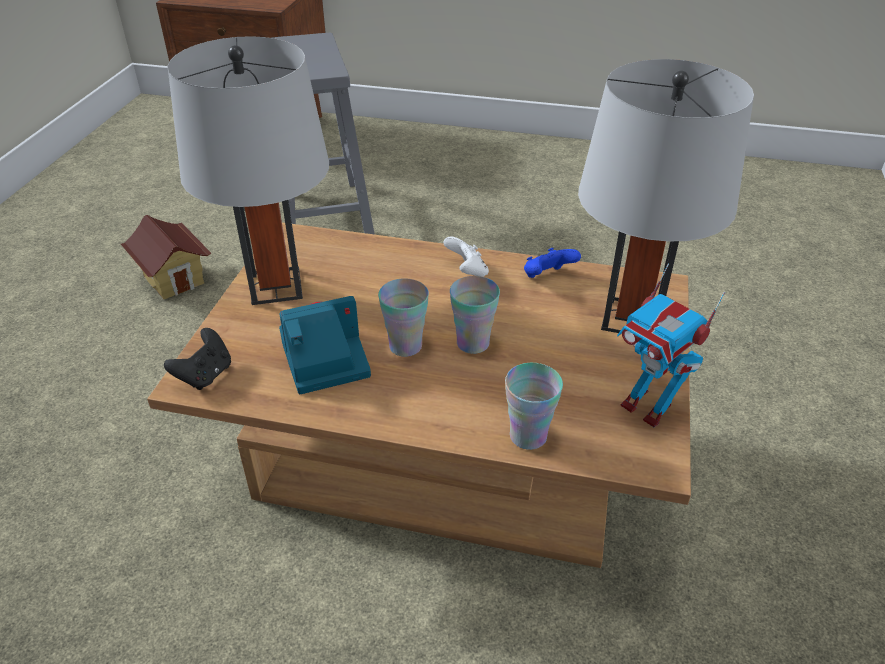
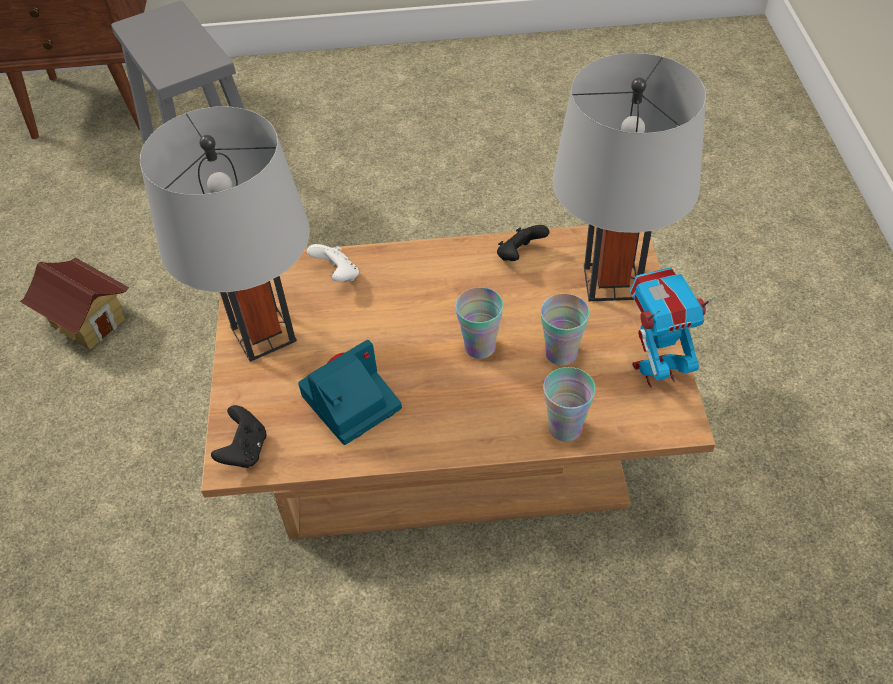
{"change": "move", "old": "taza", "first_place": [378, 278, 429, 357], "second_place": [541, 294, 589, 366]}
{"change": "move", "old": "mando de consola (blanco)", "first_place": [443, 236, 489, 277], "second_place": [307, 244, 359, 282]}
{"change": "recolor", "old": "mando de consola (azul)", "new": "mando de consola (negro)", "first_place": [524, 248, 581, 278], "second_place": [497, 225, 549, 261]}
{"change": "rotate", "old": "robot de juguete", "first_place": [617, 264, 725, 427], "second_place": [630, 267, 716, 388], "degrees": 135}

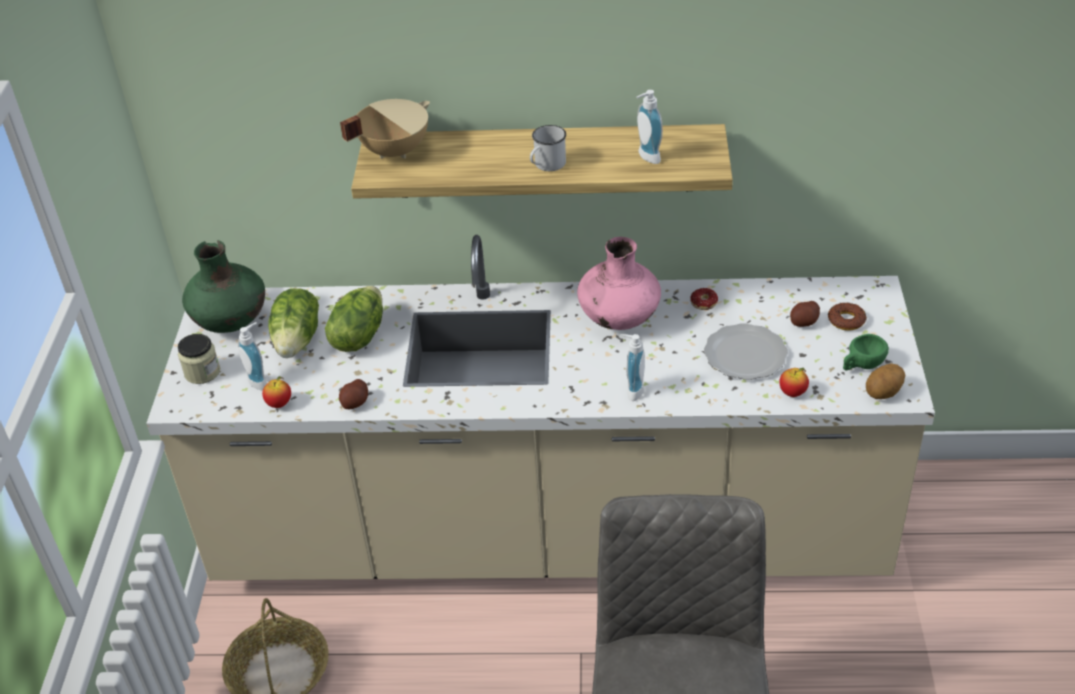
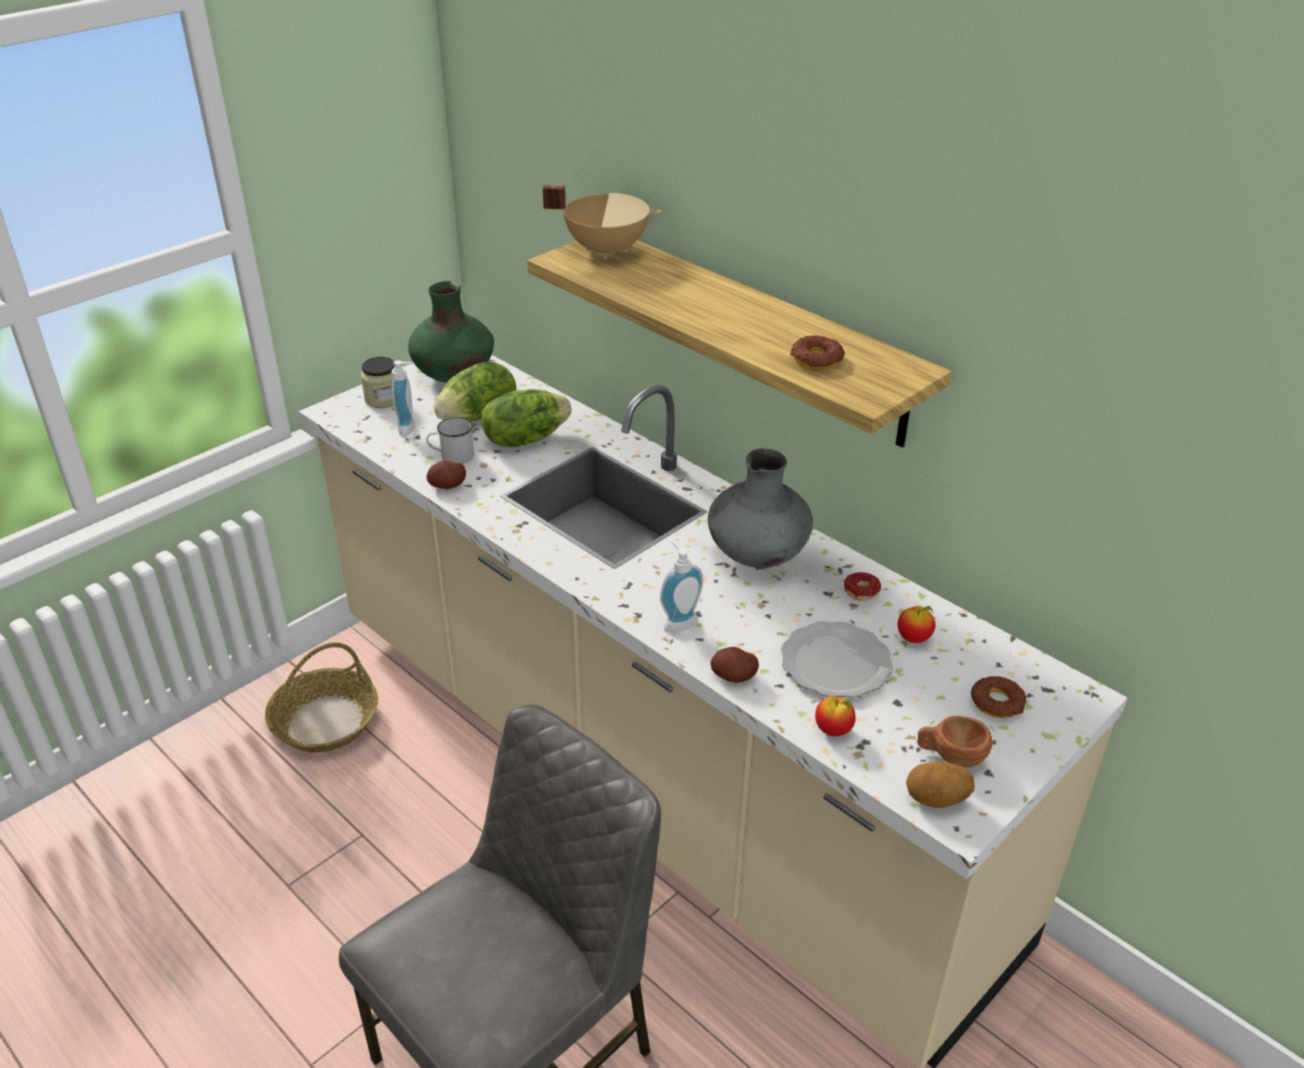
{"change": "move", "old": "manzana", "first_place": [262, 376, 291, 408], "second_place": [898, 606, 936, 643]}
{"change": "move", "old": "taza grande (blanco)", "first_place": [530, 125, 566, 171], "second_place": [426, 417, 474, 464]}
{"change": "recolor", "old": "florero (rosa)", "new": "florero (gris)", "first_place": [577, 237, 661, 330], "second_place": [708, 449, 813, 568]}
{"change": "replace", "old": "dispensador de jabón", "new": "rosquilla", "first_place": [637, 90, 663, 164], "second_place": [790, 335, 845, 369]}
{"change": "move", "old": "patata", "first_place": [790, 301, 820, 327], "second_place": [710, 647, 759, 682]}
{"change": "recolor", "old": "taza (verde)", "new": "taza (marrón)", "first_place": [843, 334, 889, 370], "second_place": [917, 716, 992, 768]}

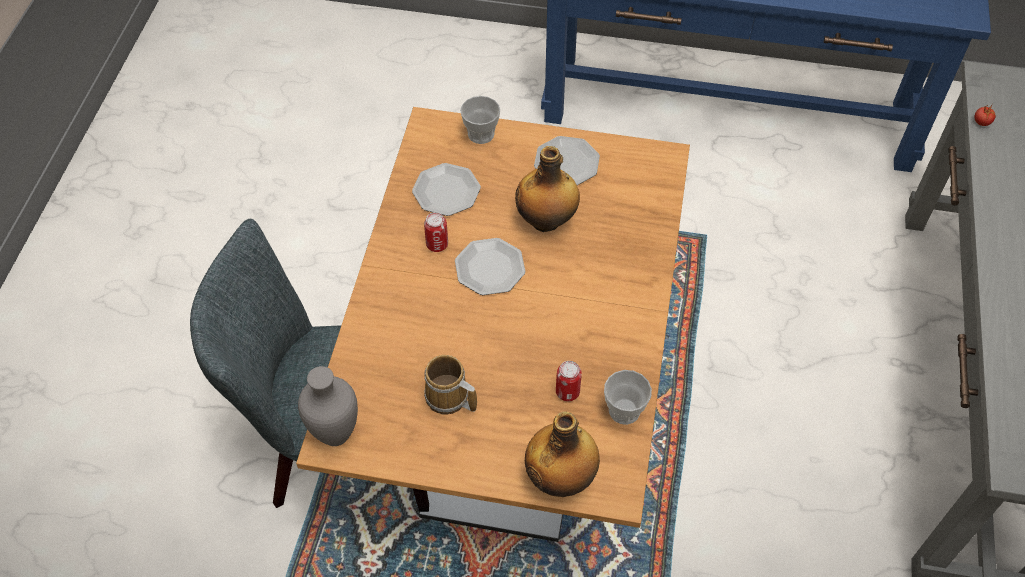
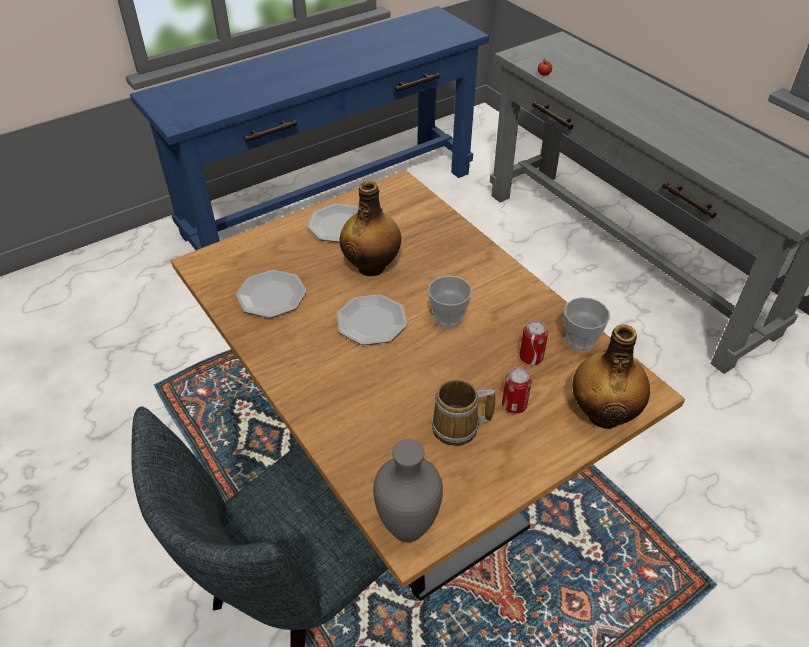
{"change": "move", "old": "lata", "first_place": [424, 212, 448, 252], "second_place": [502, 367, 532, 414]}
{"change": "move", "old": "taza", "first_place": [460, 96, 500, 144], "second_place": [428, 276, 472, 328]}

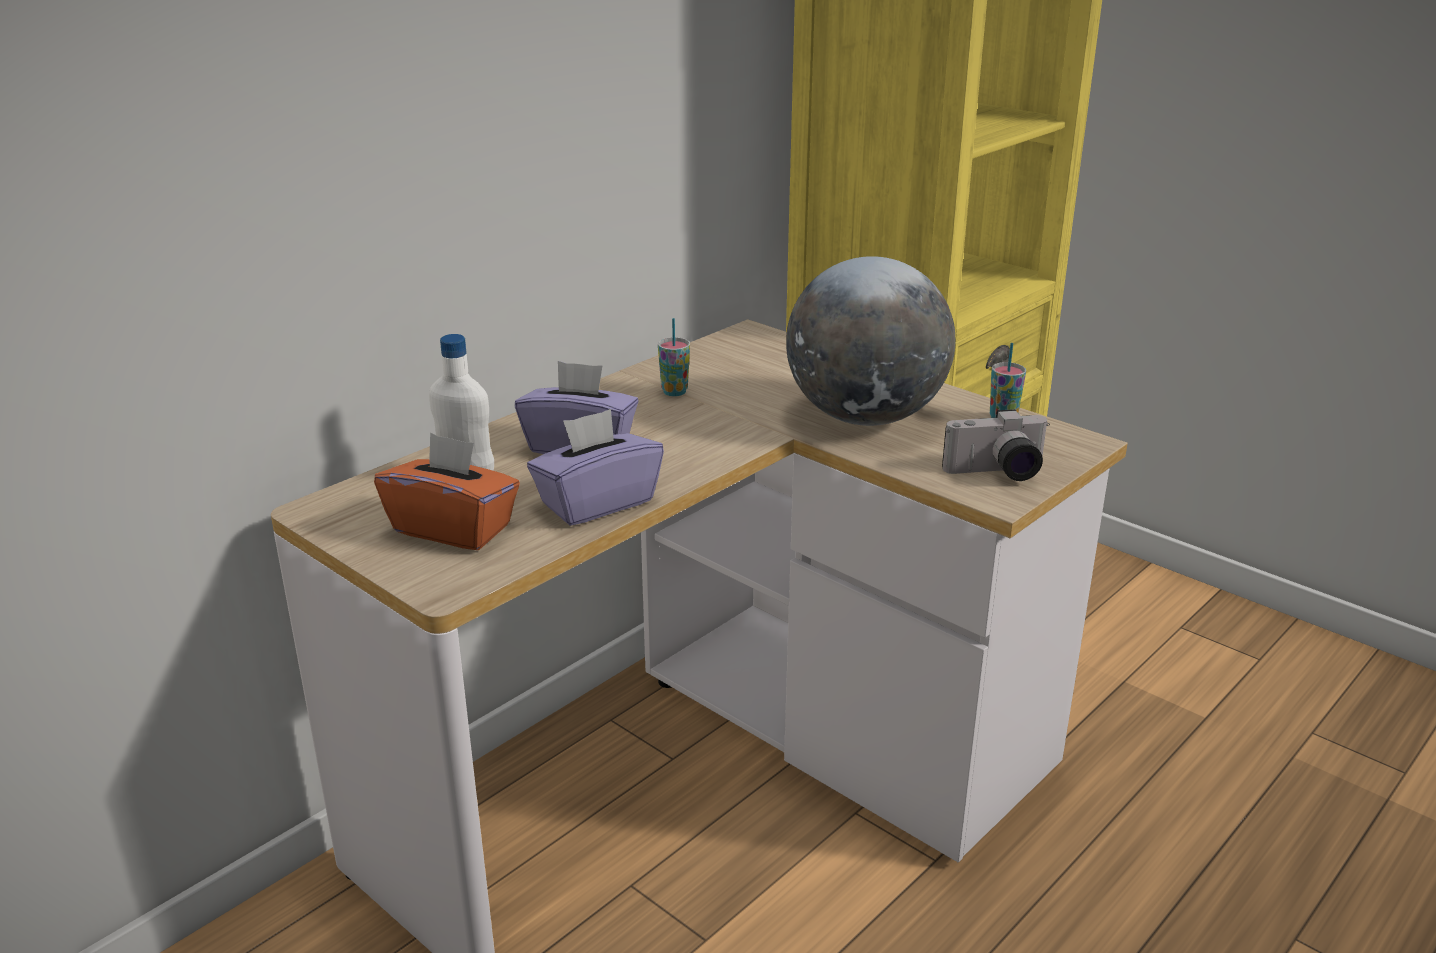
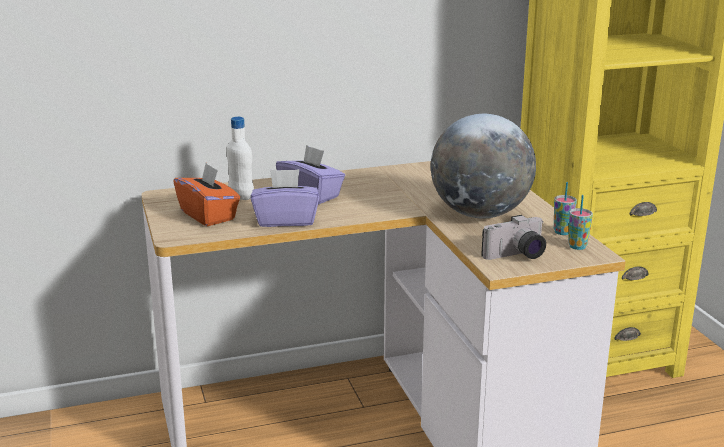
{"change": "move", "old": "taza", "first_place": [658, 318, 690, 396], "second_place": [568, 195, 593, 250]}
{"change": "rotate", "old": "cámara", "first_place": [942, 409, 1050, 481], "second_place": [481, 215, 546, 260], "degrees": -45}

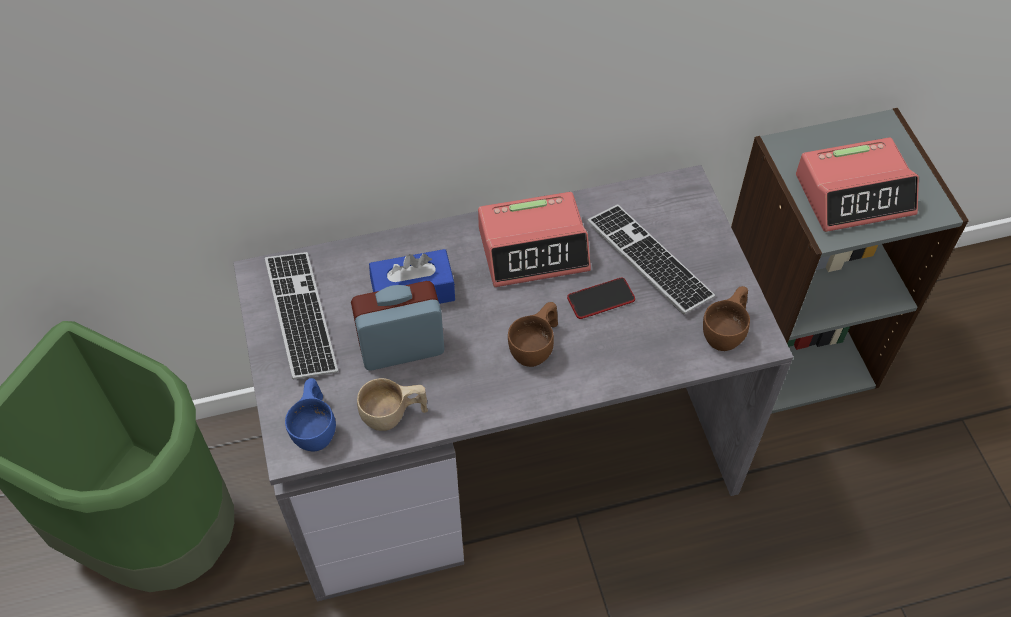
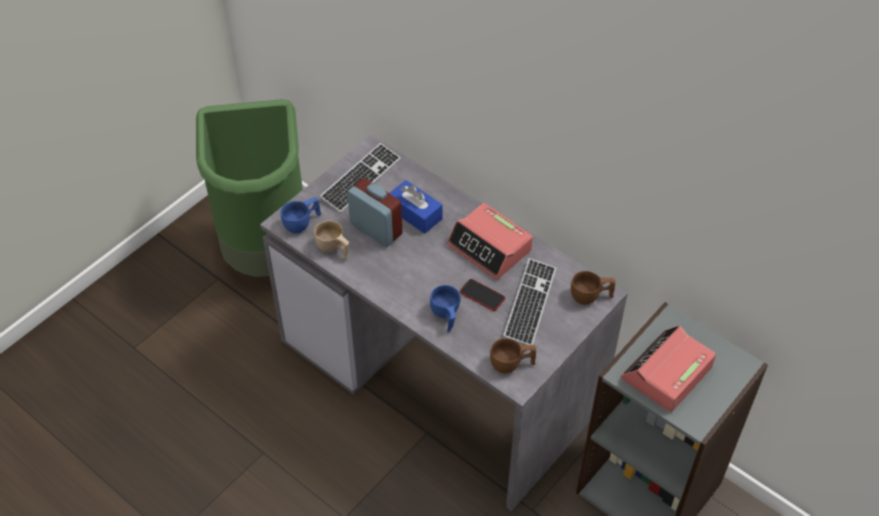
{"change": "move", "old": "taza (marrón)", "first_place": [508, 302, 558, 367], "second_place": [571, 271, 615, 305]}
{"change": "rotate", "old": "despertador", "first_place": [796, 137, 919, 232], "second_place": [621, 326, 716, 412], "degrees": 90}
{"change": "insert", "new": "taza (azul)", "second_place": [430, 285, 461, 332]}

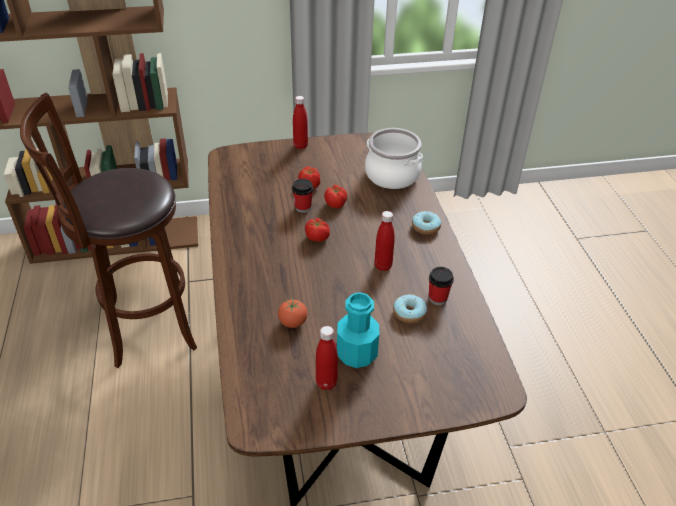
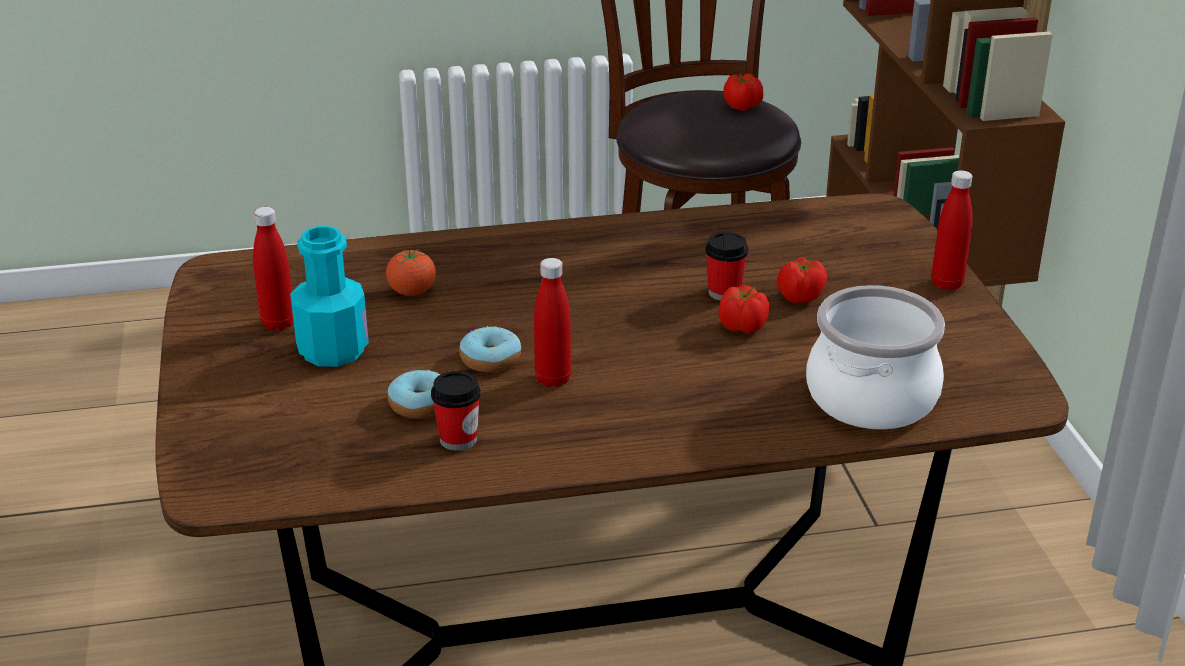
{"change": "move", "old": "tomate", "first_place": [305, 218, 330, 242], "second_place": [723, 73, 764, 111]}
{"change": "move", "old": "rosquilla", "first_place": [412, 211, 441, 235], "second_place": [459, 326, 521, 373]}

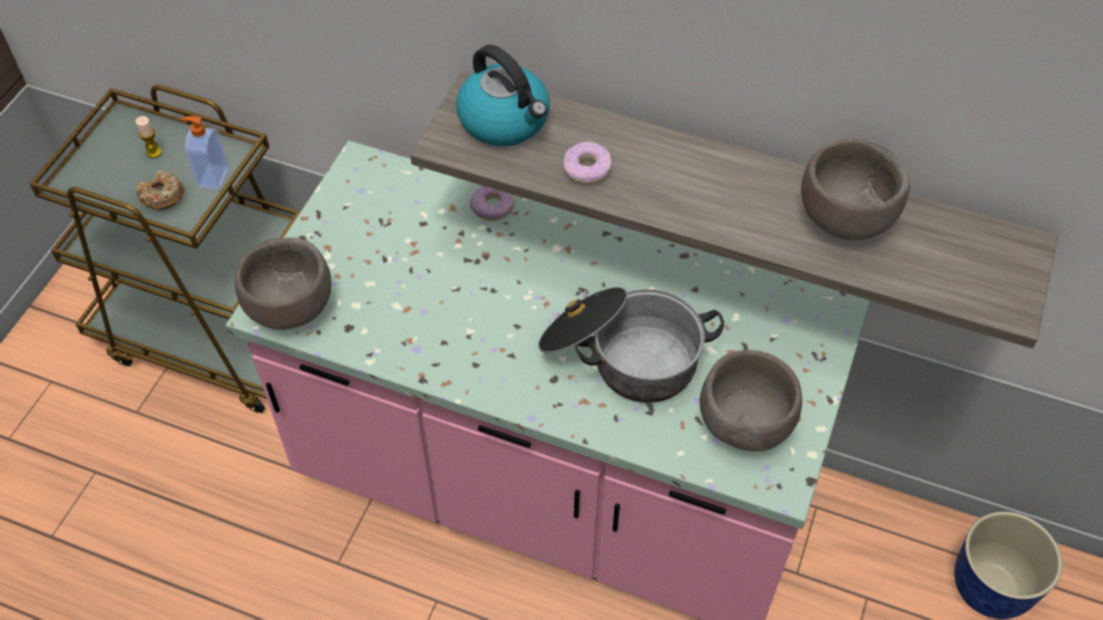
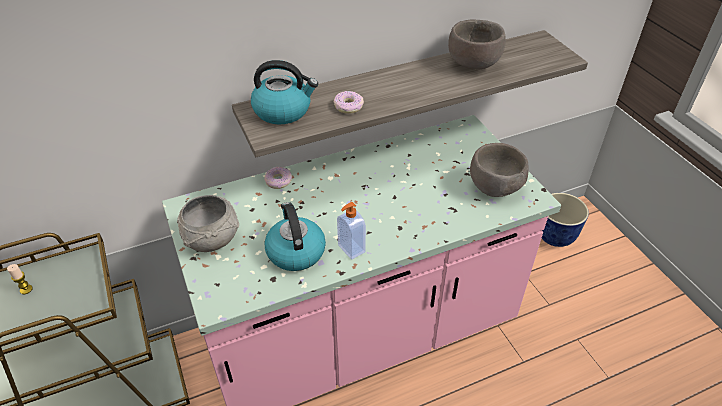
{"change": "delete", "old": "rosquilla", "first_place": [136, 170, 184, 210]}
{"change": "move", "old": "dispensador de jabón", "first_place": [181, 116, 229, 190], "second_place": [337, 202, 366, 259]}
{"change": "delete", "old": "cuenco (marrón)", "first_place": [235, 238, 332, 330]}
{"change": "delete", "old": "olla", "first_place": [538, 287, 724, 403]}
{"change": "insert", "new": "cuenco (gris)", "second_place": [177, 195, 239, 252]}
{"change": "insert", "new": "hervidor", "second_place": [265, 202, 326, 271]}

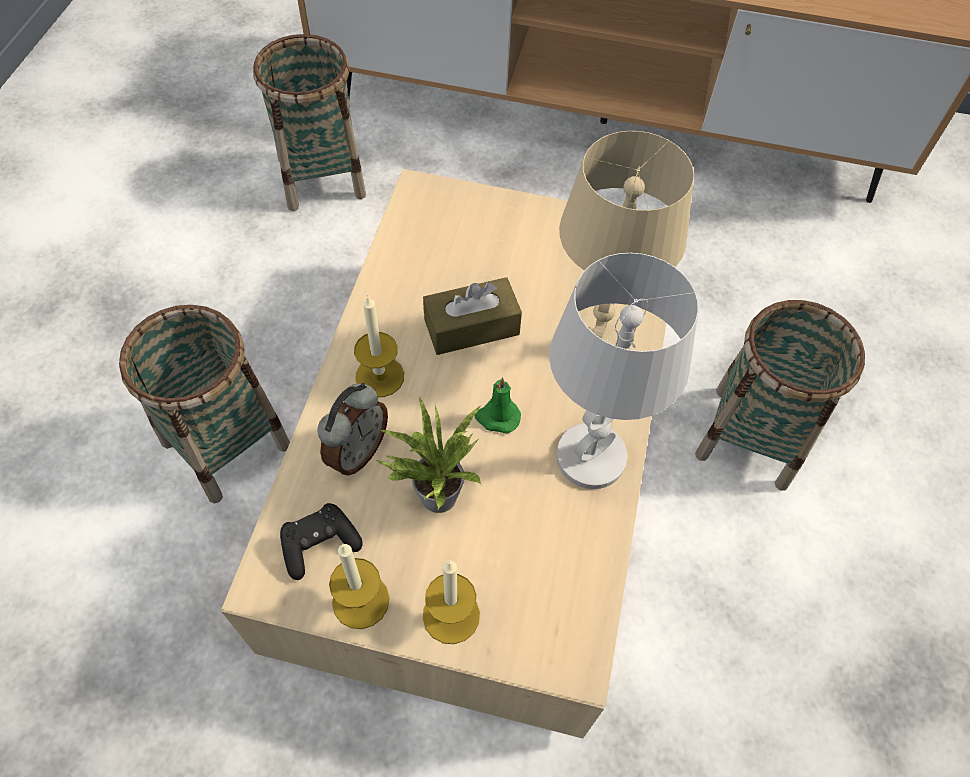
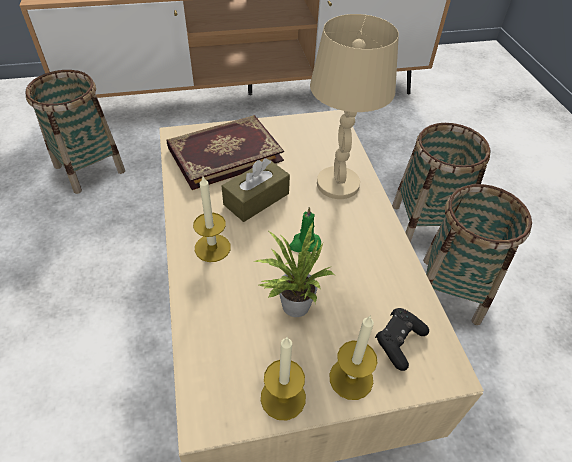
{"change": "move", "old": "cesta", "first_place": [119, 305, 290, 504], "second_place": [423, 184, 532, 325]}
{"change": "move", "old": "mando de consola (negro)", "first_place": [280, 503, 363, 580], "second_place": [375, 308, 429, 371]}
{"change": "delete", "old": "despertador", "first_place": [318, 383, 388, 476]}
{"change": "delete", "old": "lámpara de mesa (blanco)", "first_place": [549, 253, 699, 489]}
{"change": "insert", "new": "libro", "second_place": [167, 115, 284, 190]}

